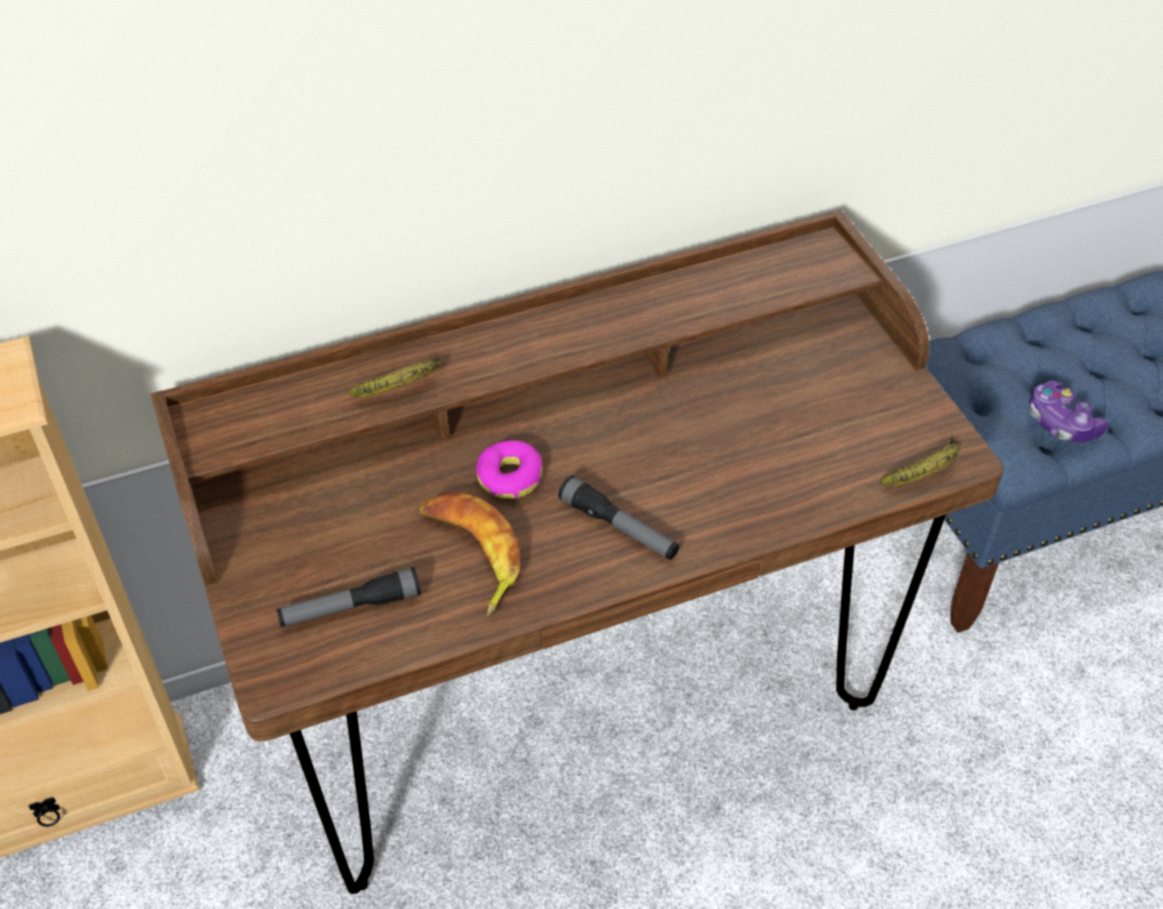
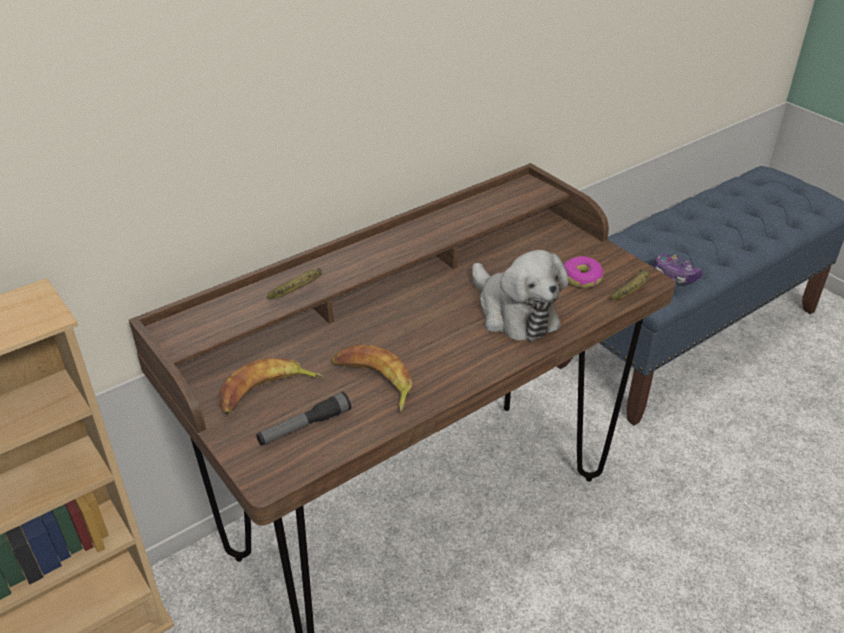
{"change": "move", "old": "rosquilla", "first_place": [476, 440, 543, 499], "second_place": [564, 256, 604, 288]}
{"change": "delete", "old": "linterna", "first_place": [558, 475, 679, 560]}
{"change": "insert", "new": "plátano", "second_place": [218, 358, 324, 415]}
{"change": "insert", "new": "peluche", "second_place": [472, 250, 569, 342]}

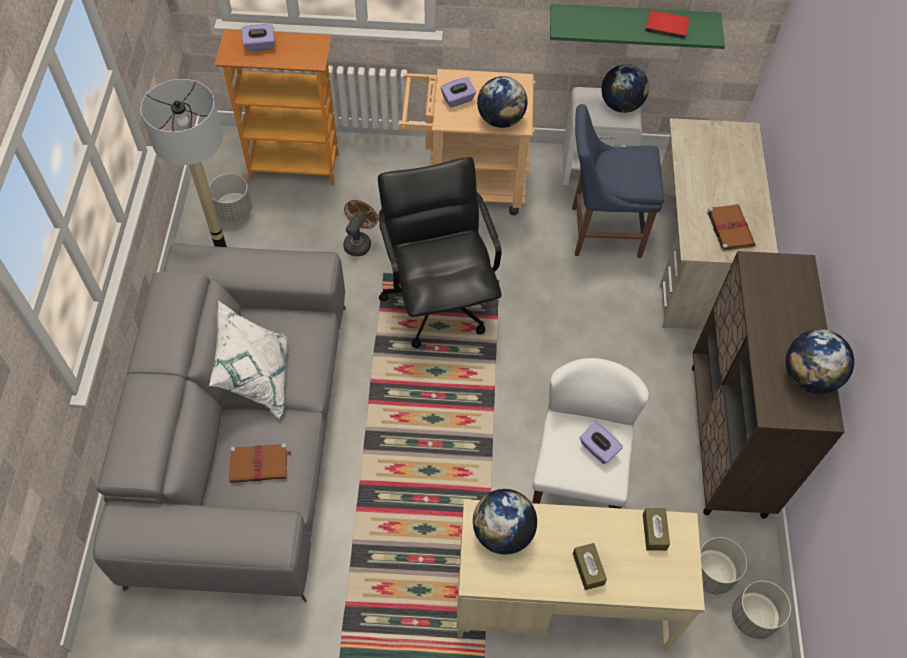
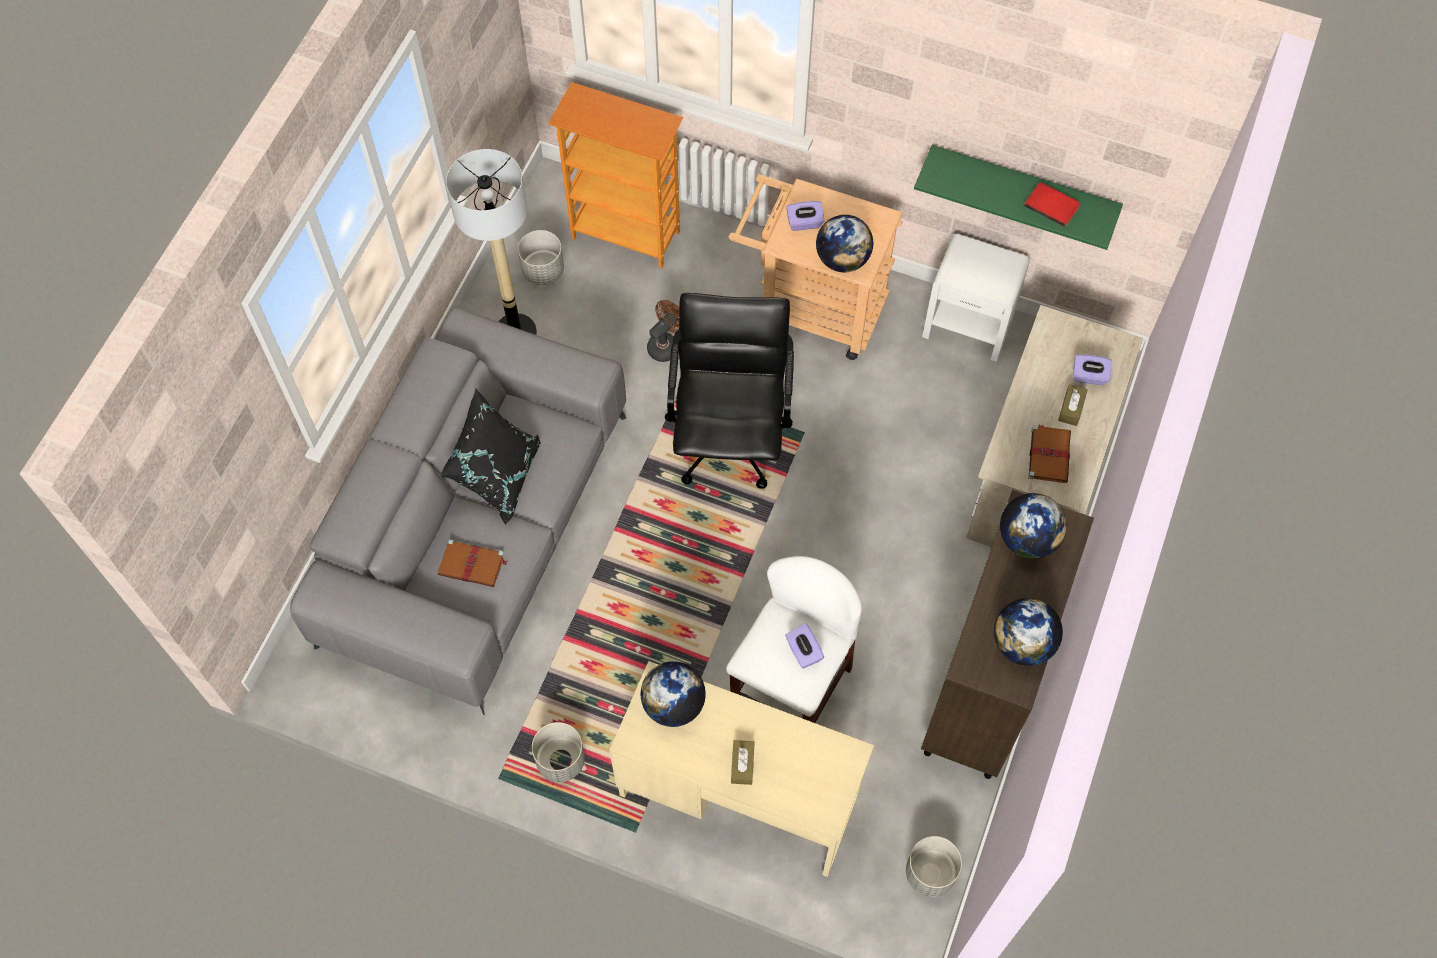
{"change": "recolor", "old": "cojín (blanco)", "new": "cojín (negro)", "first_place": [209, 300, 288, 419], "second_place": [440, 389, 541, 525]}
{"change": "move", "old": "caja de pañuelos (morado)", "first_place": [241, 24, 275, 51], "second_place": [1073, 354, 1113, 385]}
{"change": "delete", "old": "silla (azul)", "first_place": [572, 104, 664, 258]}
{"change": "move", "old": "globo terráqueo", "first_place": [601, 64, 649, 113], "second_place": [1000, 493, 1067, 559]}
{"change": "move", "old": "caja de pañuelos (marrón)", "first_place": [643, 508, 670, 551], "second_place": [1058, 384, 1088, 426]}
{"change": "move", "old": "maceta (gris)", "first_place": [700, 537, 747, 594], "second_place": [532, 722, 585, 782]}

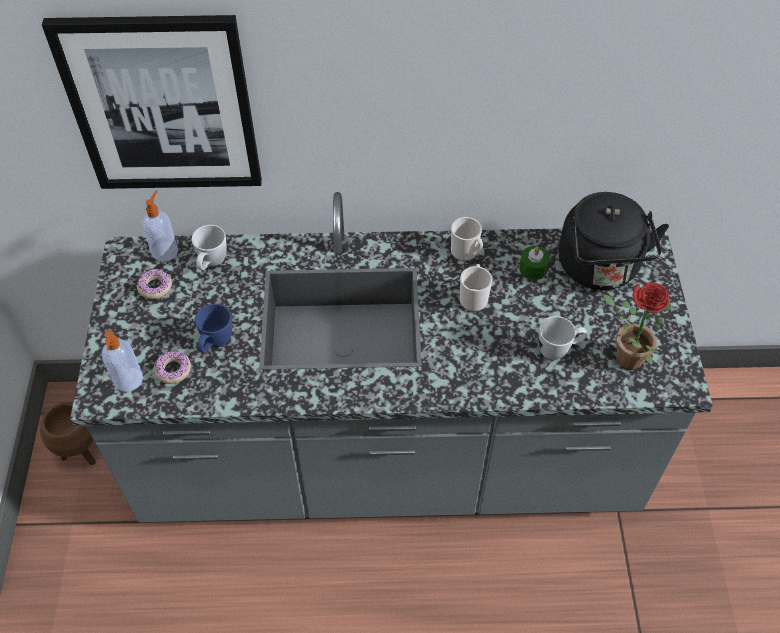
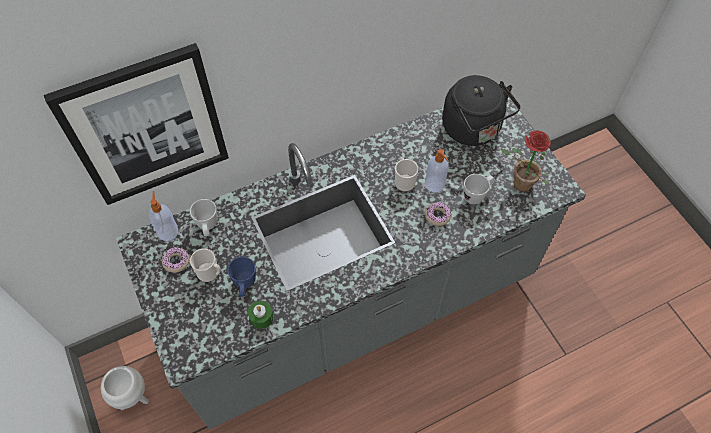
{"change": "recolor", "old": "maceta (marrón)", "new": "maceta (blanco)", "first_place": [40, 402, 96, 465], "second_place": [101, 366, 149, 410]}
{"change": "move", "old": "dispensador de jabón", "first_place": [102, 330, 143, 392], "second_place": [425, 149, 449, 192]}
{"change": "move", "old": "rosquilla", "first_place": [154, 350, 191, 384], "second_place": [425, 202, 451, 226]}
{"change": "move", "old": "taza grande", "first_place": [451, 217, 483, 261], "second_place": [190, 249, 221, 282]}
{"change": "move", "old": "vela (verde)", "first_place": [519, 246, 550, 280], "second_place": [248, 301, 273, 329]}

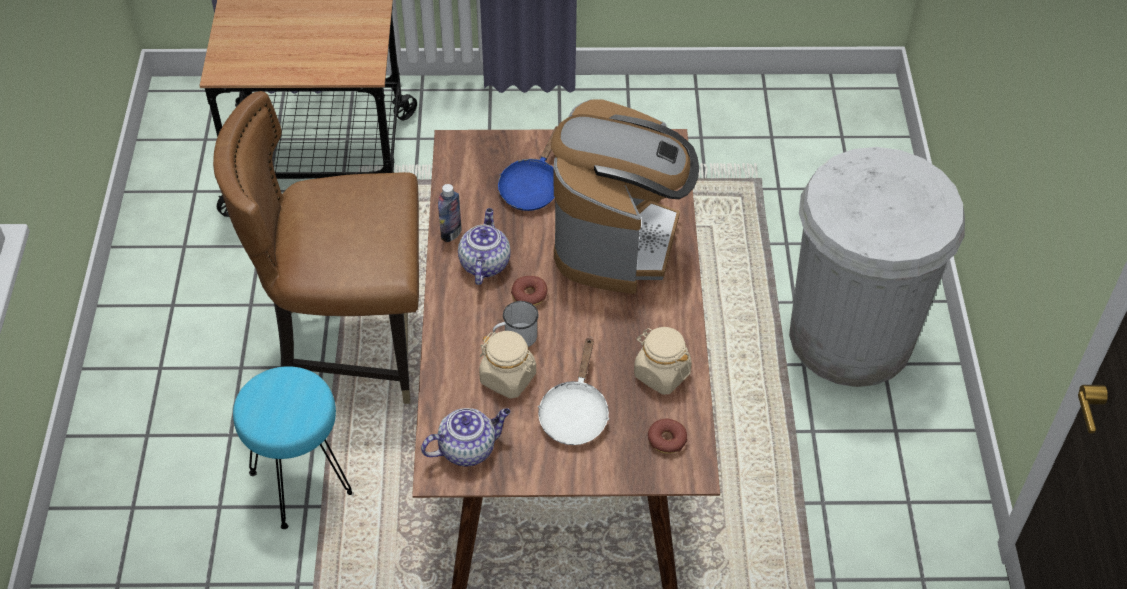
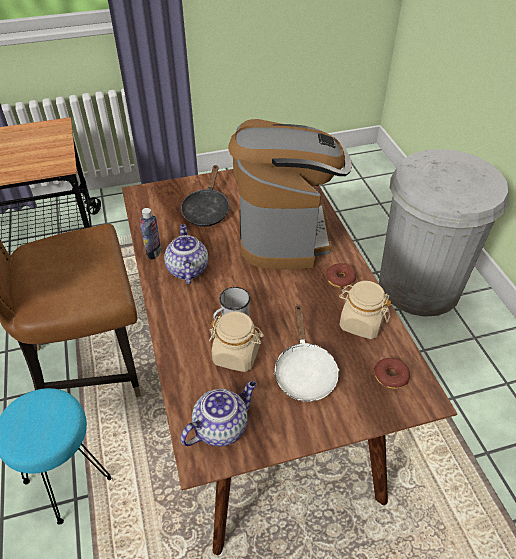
{"change": "recolor", "old": "sartén (azul)", "new": "sartén (negro)", "first_place": [498, 126, 558, 211], "second_place": [181, 165, 230, 227]}
{"change": "move", "old": "rosquilla", "first_place": [511, 276, 547, 306], "second_place": [326, 263, 356, 288]}

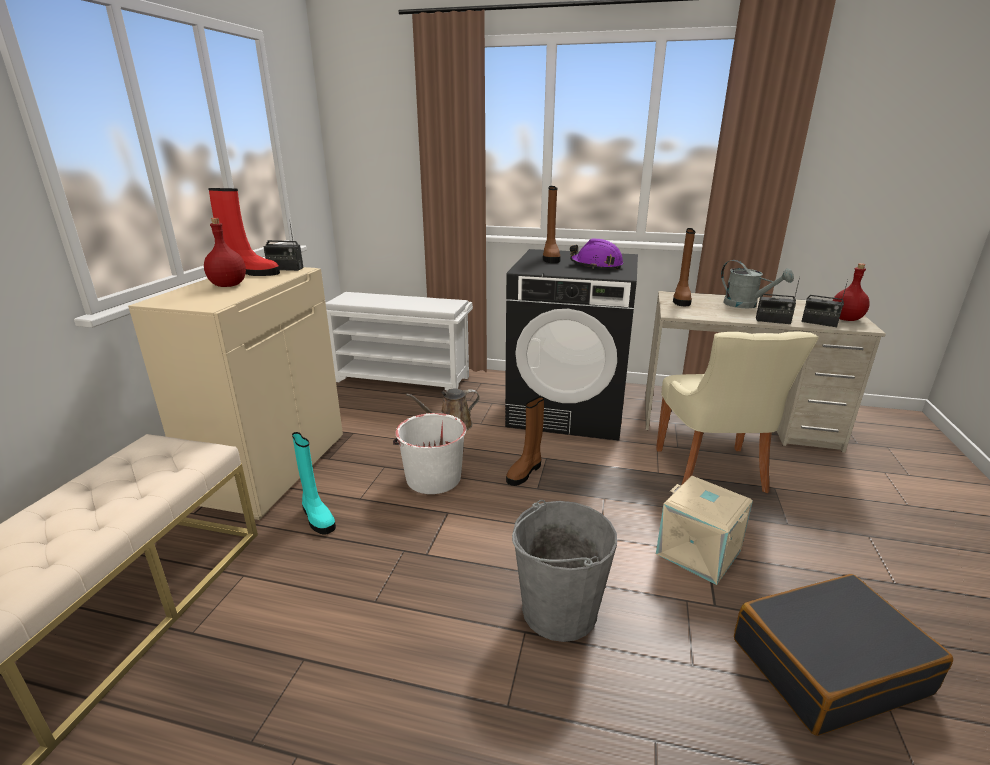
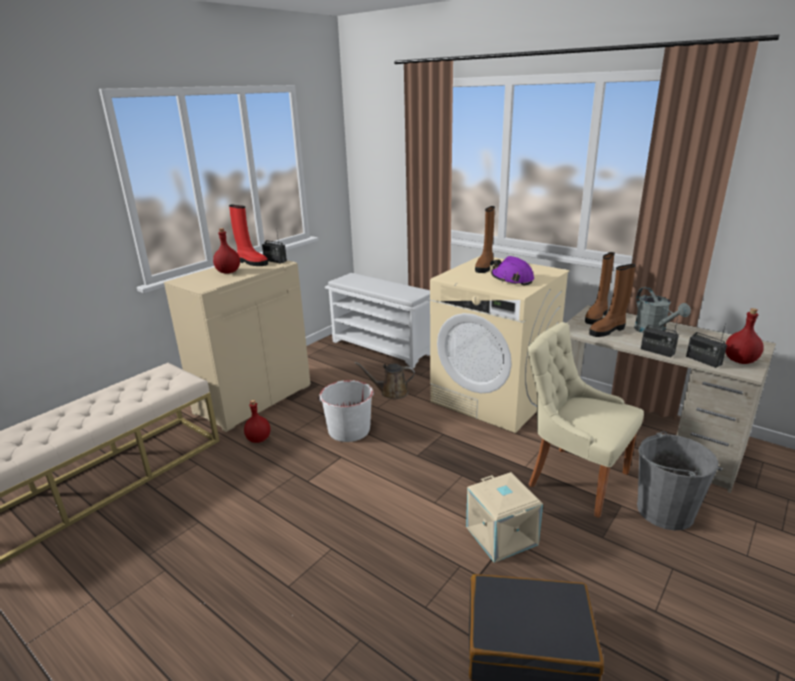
{"change": "replace", "old": "bota (turquesa)", "new": "botella (rojo)", "first_place": [292, 432, 336, 534], "second_place": [244, 400, 270, 443]}
{"change": "recolor", "old": "lavadora (negro)", "new": "lavadora (beis)", "first_place": [505, 249, 638, 440], "second_place": [430, 256, 569, 433]}
{"change": "move", "old": "bota (marrón)", "first_place": [506, 396, 544, 486], "second_place": [589, 264, 635, 337]}
{"change": "move", "old": "cubo (gris)", "first_place": [512, 500, 617, 642], "second_place": [637, 431, 719, 530]}
{"change": "rotate", "old": "silla (beis)", "first_place": [656, 332, 819, 493], "second_place": [527, 322, 644, 518], "degrees": 105}

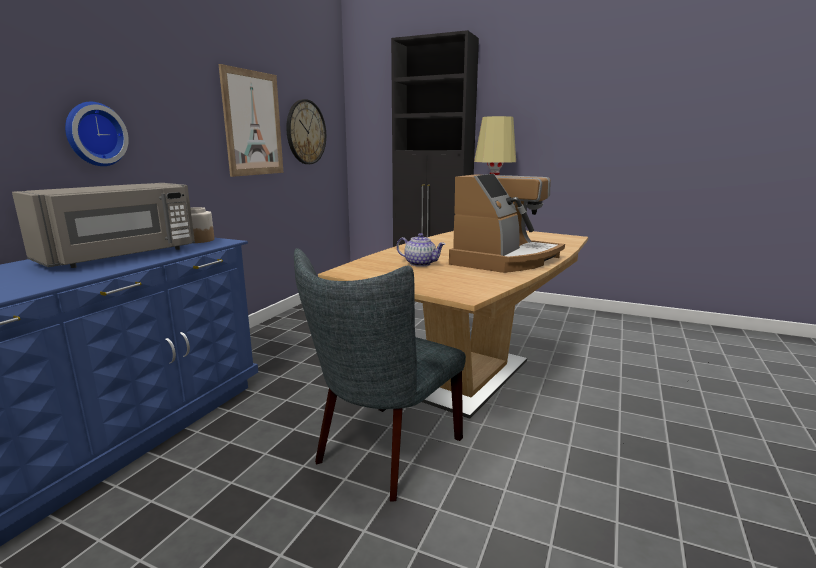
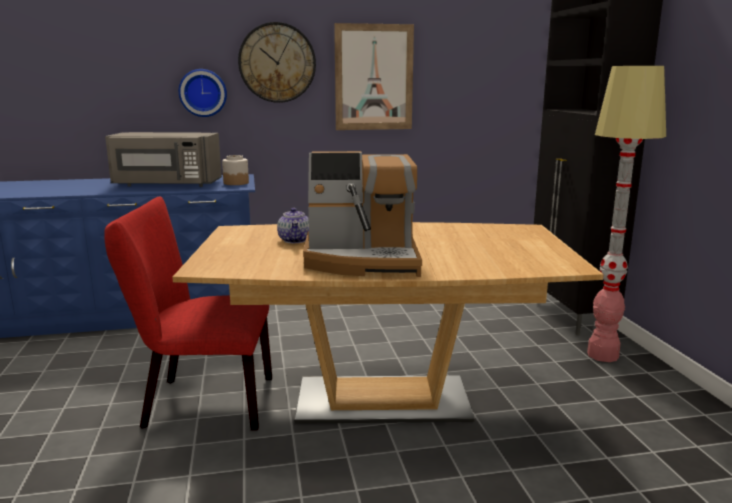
{"change": "move", "old": "reloj de pared", "first_place": [286, 99, 326, 164], "second_place": [238, 22, 316, 103]}
{"change": "recolor", "old": "silla (gris)", "new": "silla (rojo)", "first_place": [294, 248, 466, 501], "second_place": [104, 197, 272, 431]}

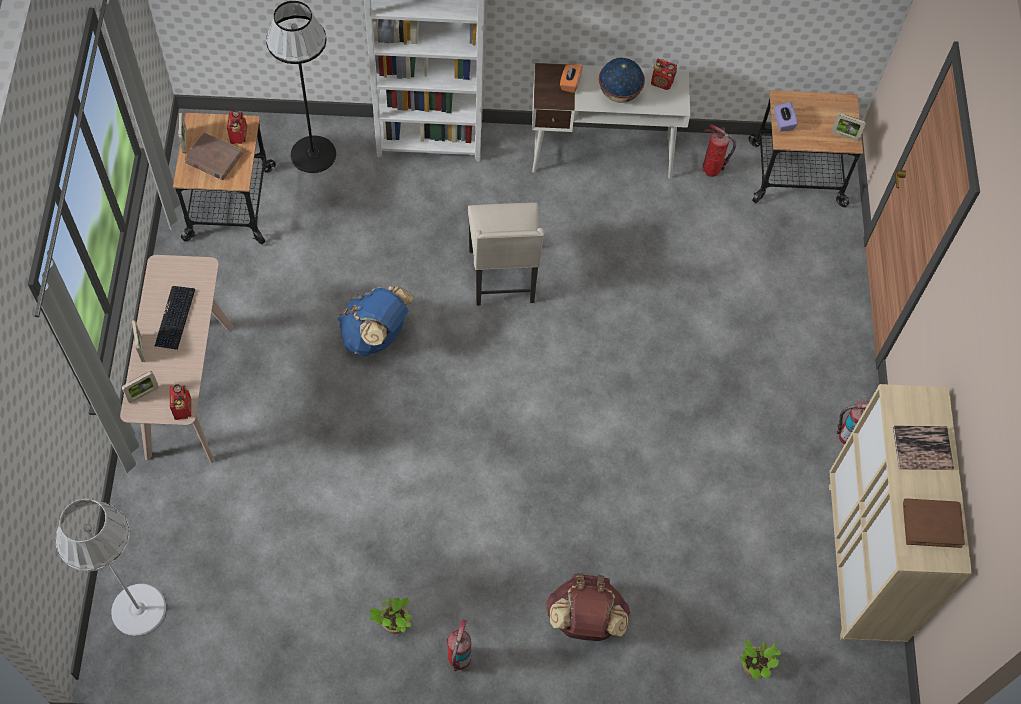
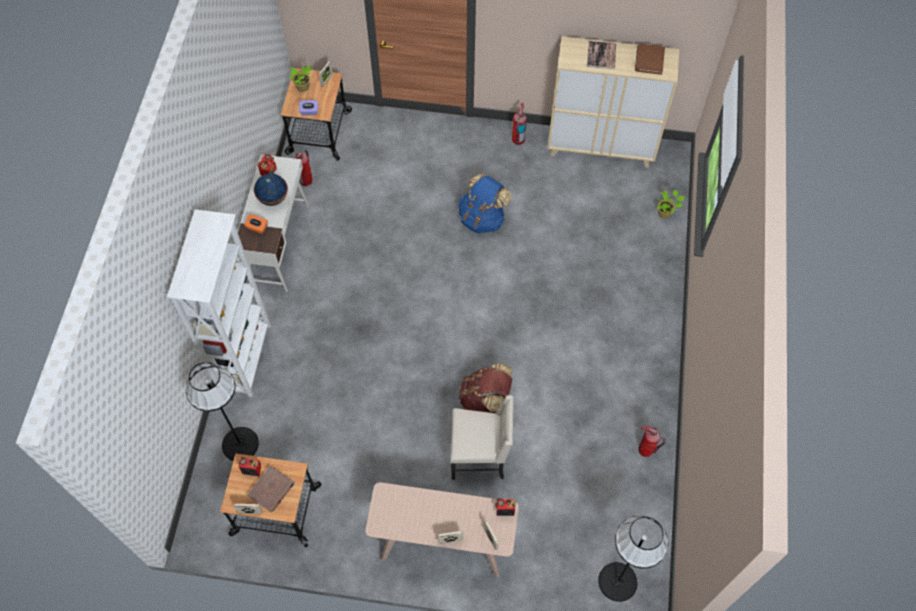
{"change": "recolor", "old": "lámpara de pie (blanco)", "new": "lámpara de pie (negro)", "first_place": [55, 499, 166, 636], "second_place": [598, 516, 668, 602]}
{"change": "delete", "old": "teclado", "first_place": [154, 286, 195, 350]}
{"change": "move", "old": "mochila (azul)", "first_place": [338, 286, 414, 356], "second_place": [458, 174, 511, 234]}
{"change": "move", "old": "planta en maceta", "first_place": [369, 597, 412, 634], "second_place": [289, 65, 313, 92]}
{"change": "move", "old": "extintor", "first_place": [447, 620, 471, 671], "second_place": [638, 426, 666, 457]}
{"change": "move", "old": "silla (beis)", "first_place": [468, 203, 544, 306], "second_place": [450, 395, 514, 480]}
{"change": "move", "old": "mochila (marrón)", "first_place": [546, 573, 630, 641], "second_place": [459, 363, 512, 413]}

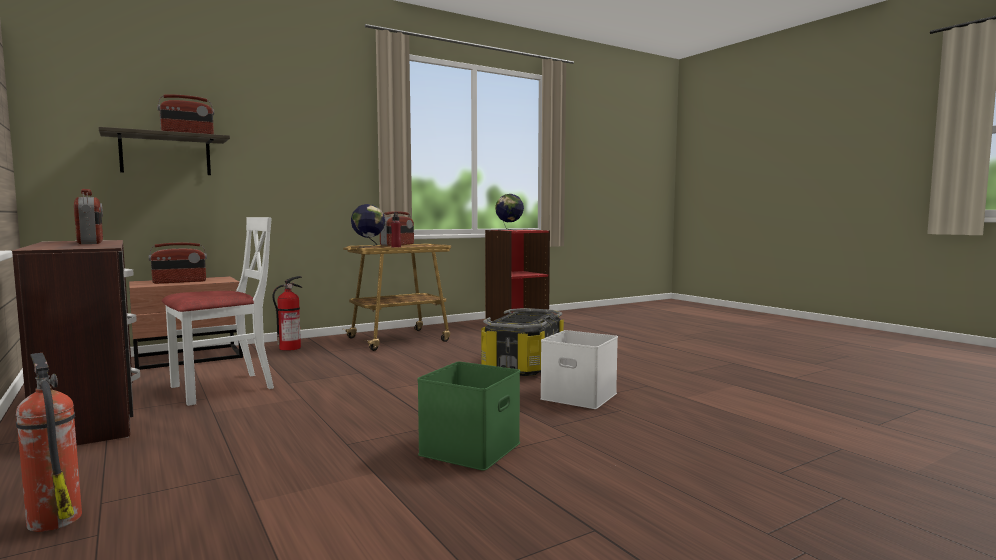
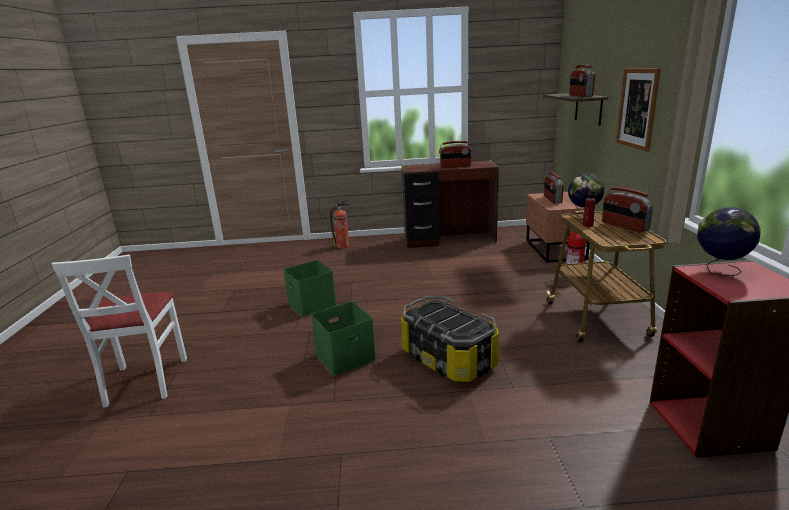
{"change": "move", "old": "silla (blanco)", "first_place": [162, 217, 274, 406], "second_place": [52, 254, 187, 407]}
{"change": "recolor", "old": "caja de almacenaje (blanco)", "new": "caja de almacenaje (verde)", "first_place": [540, 330, 618, 409], "second_place": [311, 302, 376, 376]}
{"change": "insert", "new": "cuadro", "second_place": [616, 68, 661, 152]}

